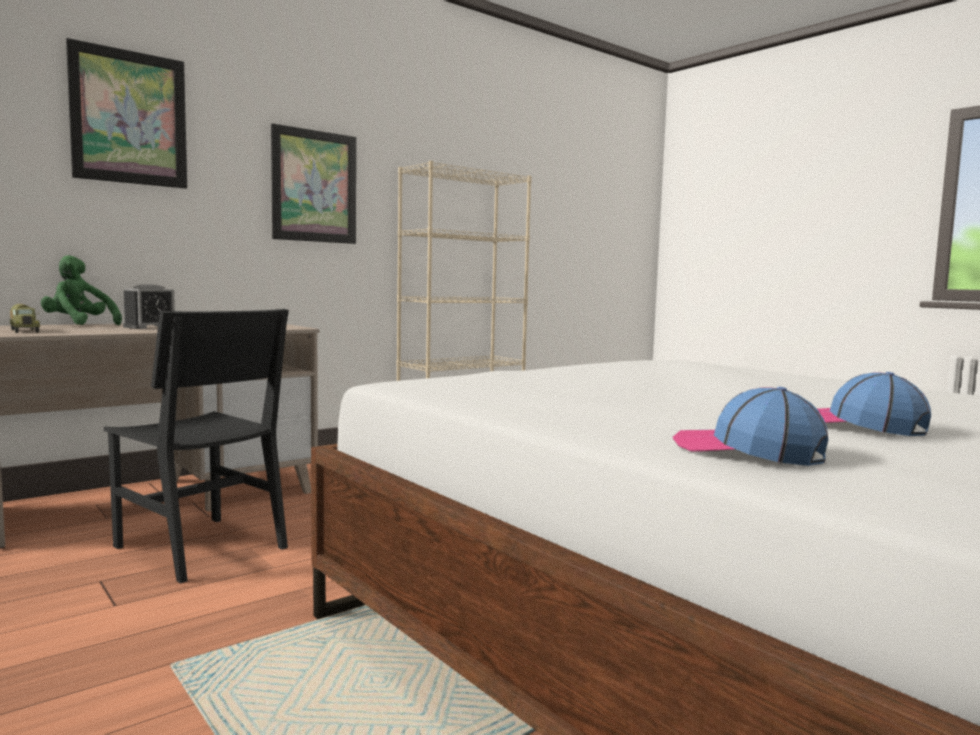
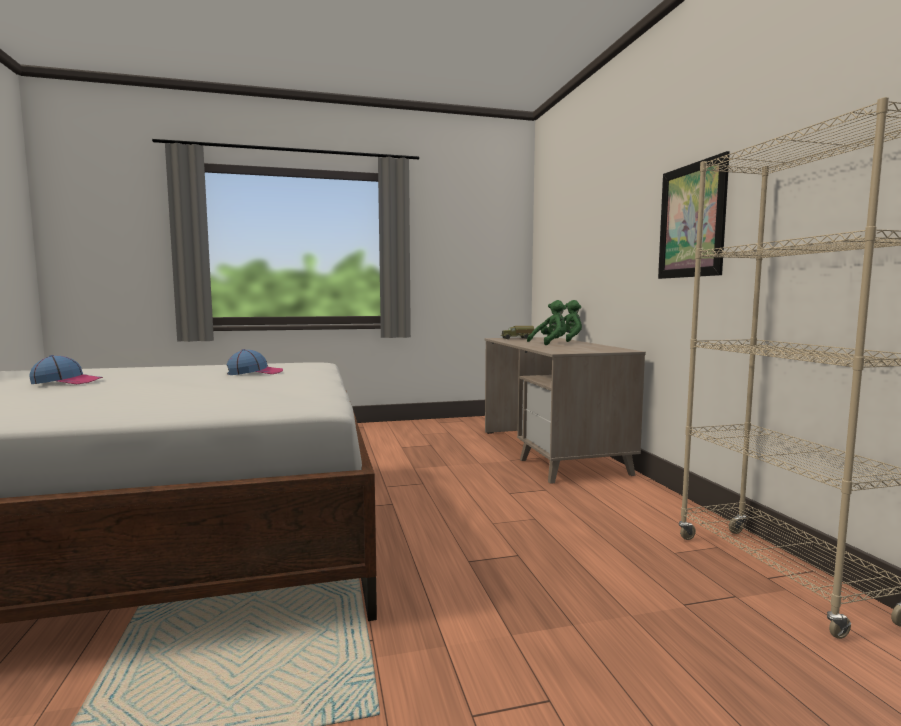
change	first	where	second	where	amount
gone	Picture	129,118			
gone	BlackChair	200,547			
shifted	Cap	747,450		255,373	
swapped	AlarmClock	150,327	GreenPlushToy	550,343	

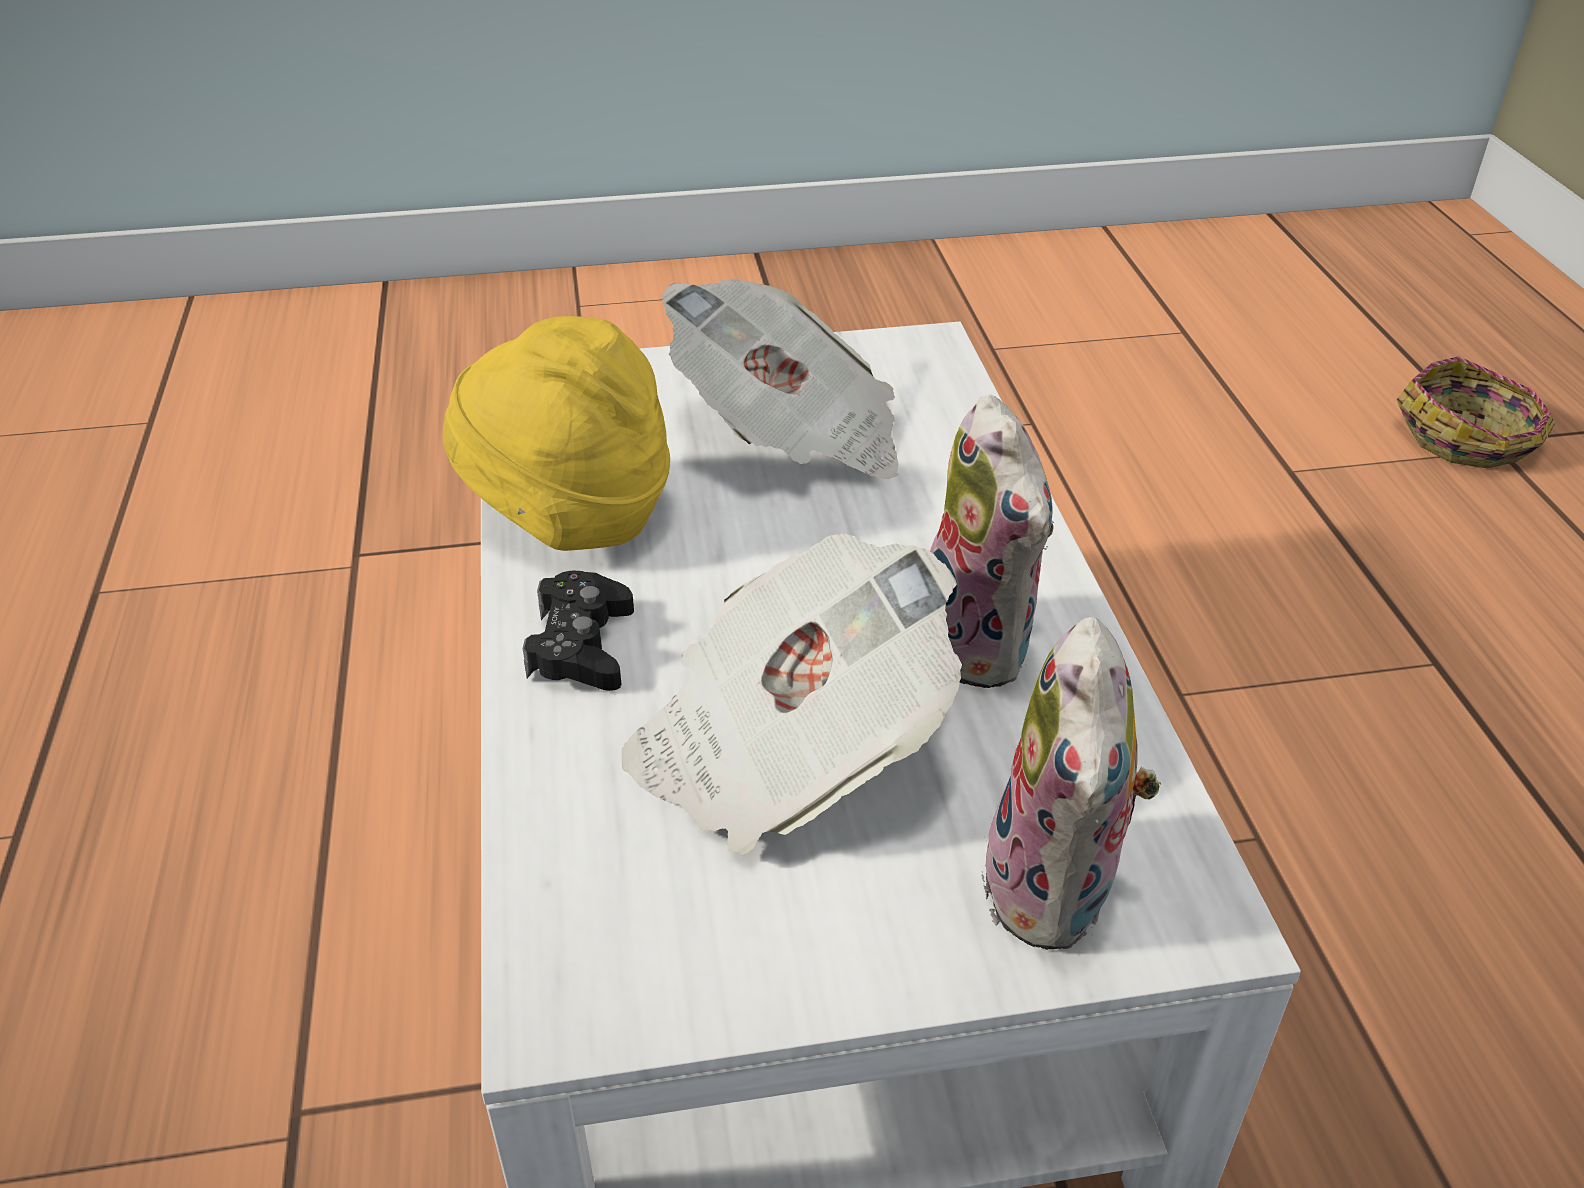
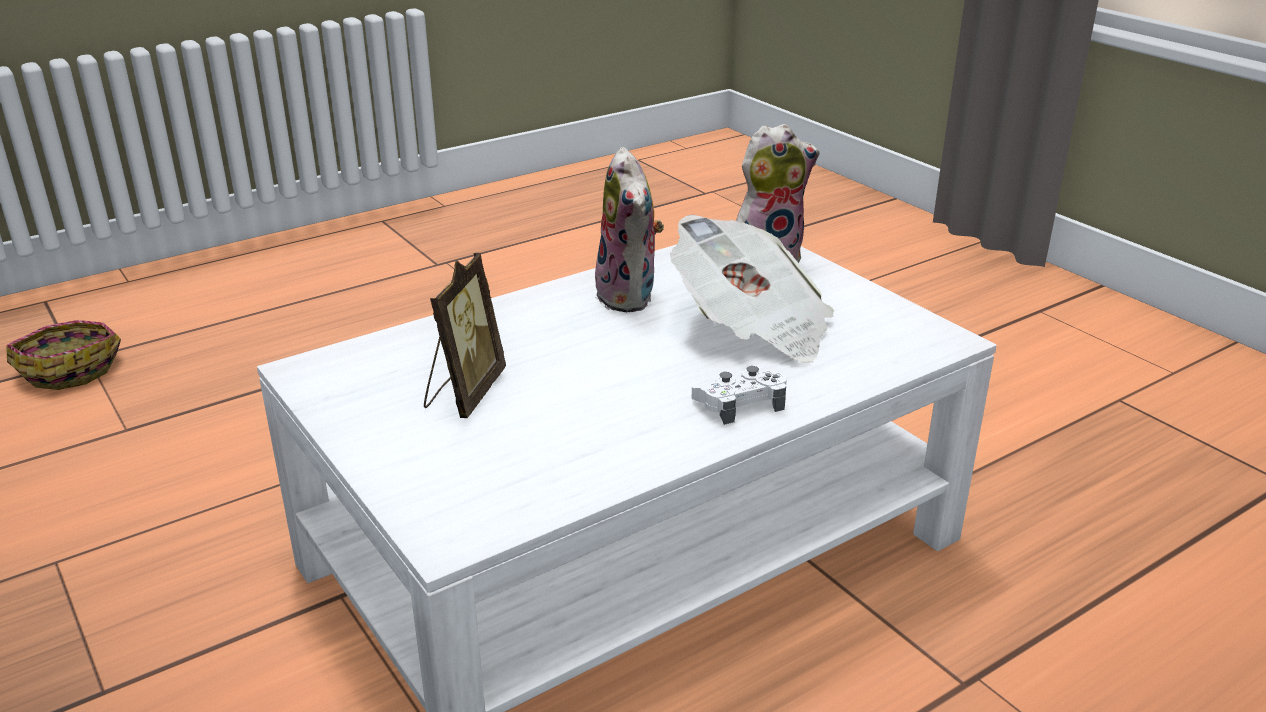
change	first	where	second	where	amount
gone	YellowHat	569,516			
swapped	Newspaper	790,435	PictureFrame	464,393	
repainted	BlackGameController	581,646	WhiteGameController	740,403	
rotated	PlushToy	983,645		630,297	120 degrees clockwise

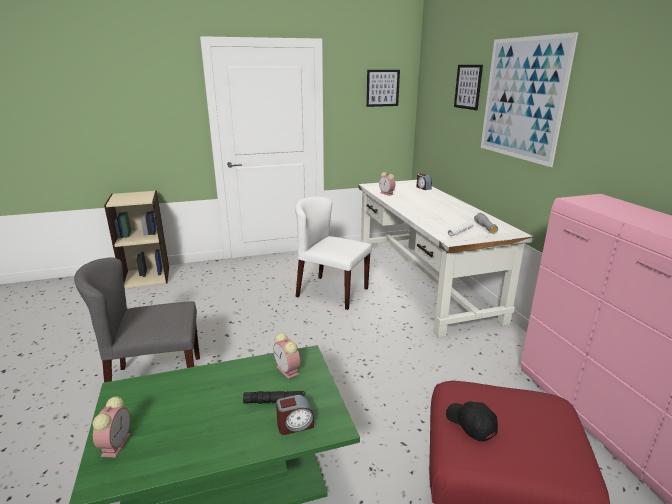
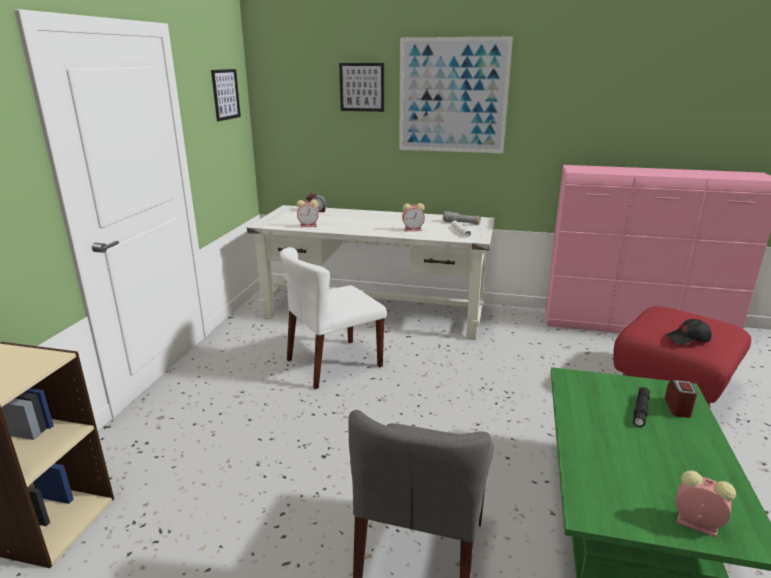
change	first	where	second	where	amount
shifted	AlarmClock	288,371		413,229	

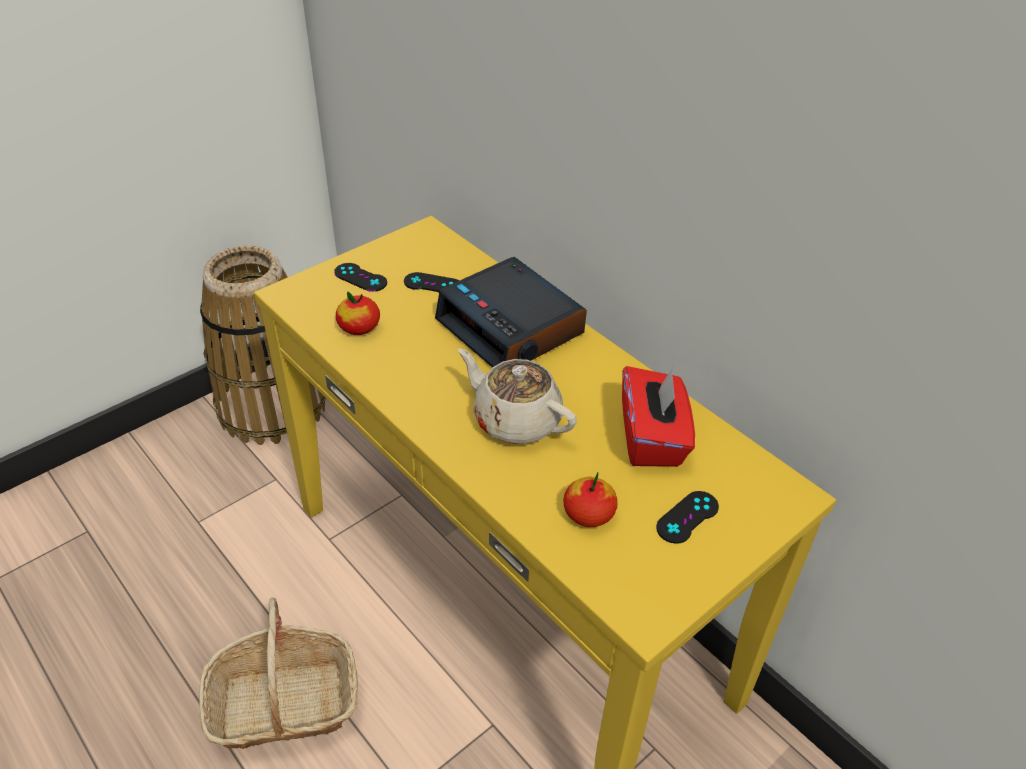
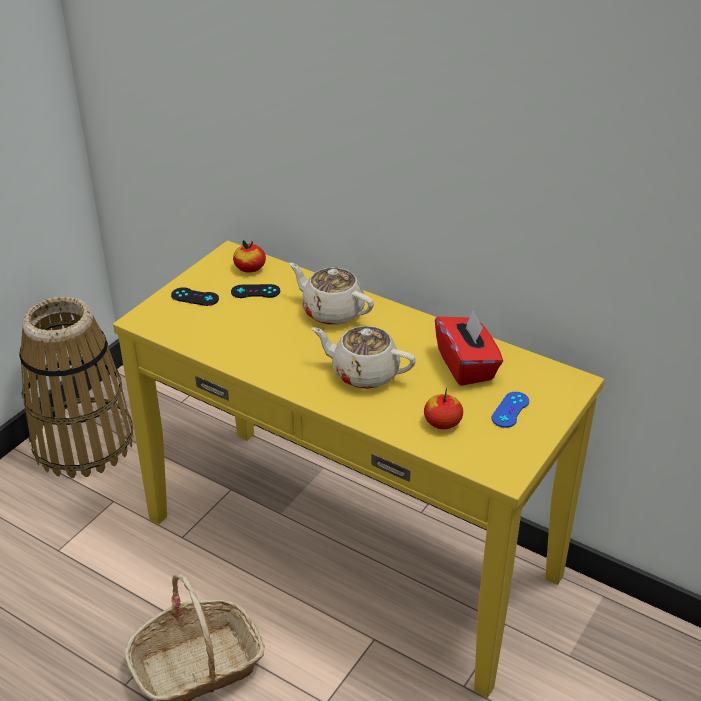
change	first	where	second	where	amount
shifted	Apple	359,327		250,268	
swapped	AlarmClock	511,328	BeigeTeapot	331,311	
repainted	BlackGameController	687,517	BlueGameController	510,410	

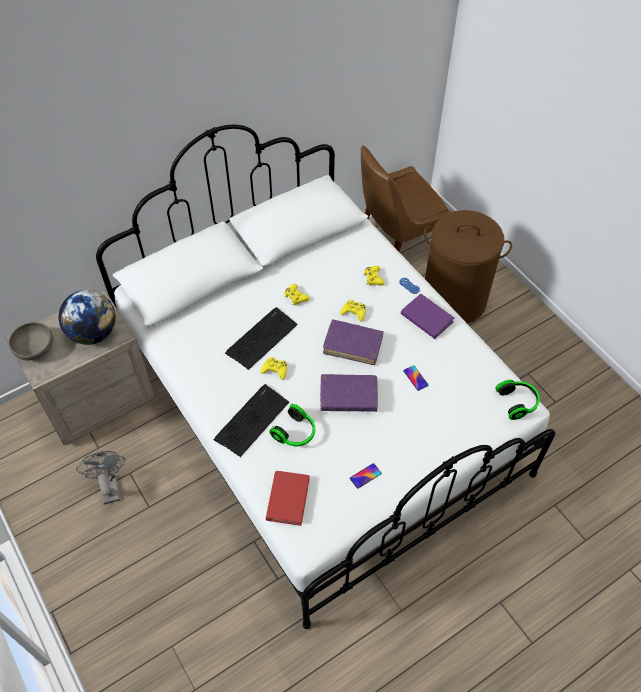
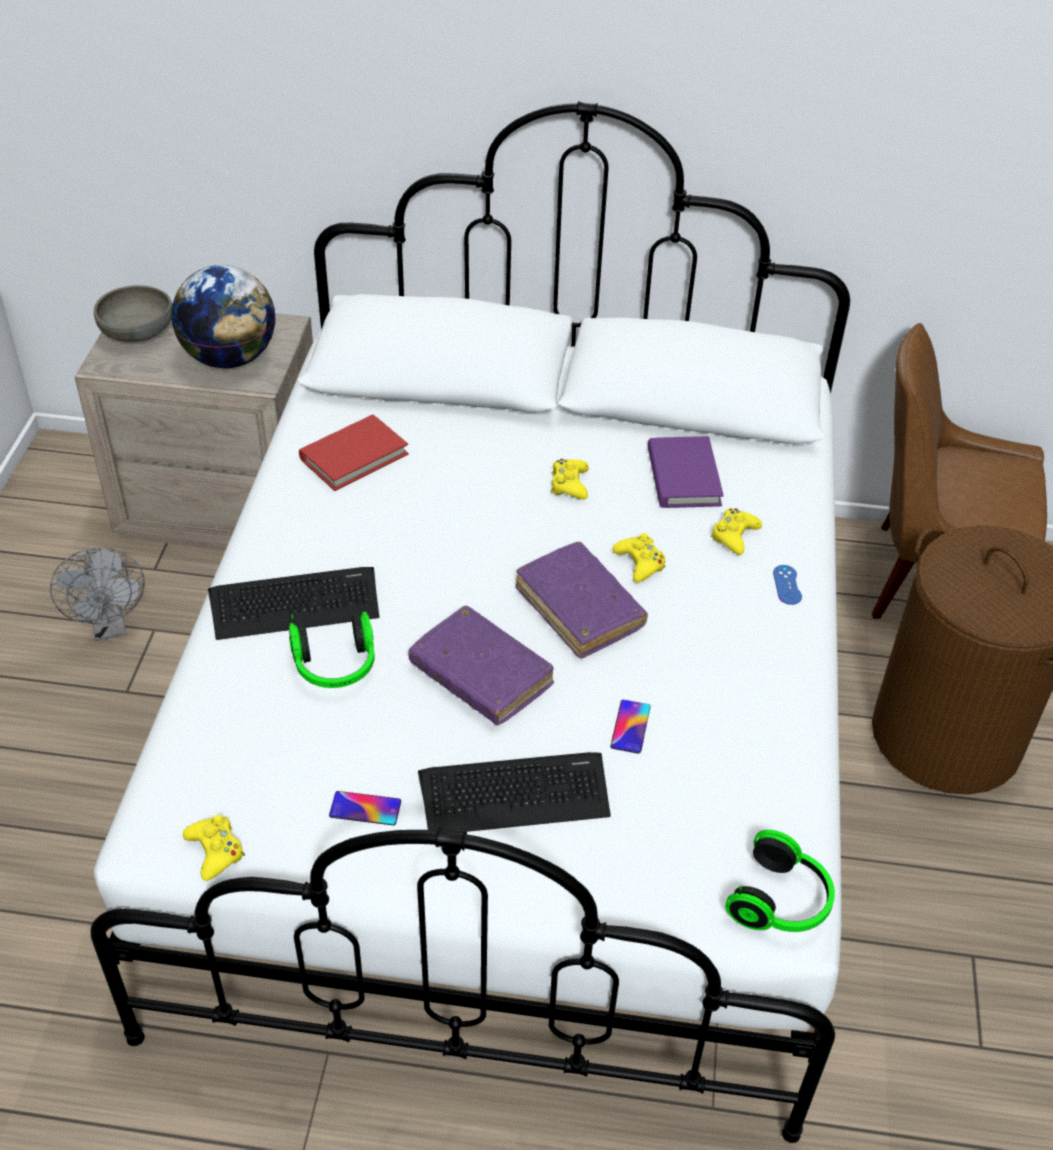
change	first	where	second	where	amount
shifted	Keyboard	261,338		515,794	
shifted	YellowGameController	275,370		215,851	
shifted	RedBook	288,499		354,456	
shifted	PurpleBook	426,318		683,477	
rotated	GreyFan	109,486		110,627	135 degrees clockwise

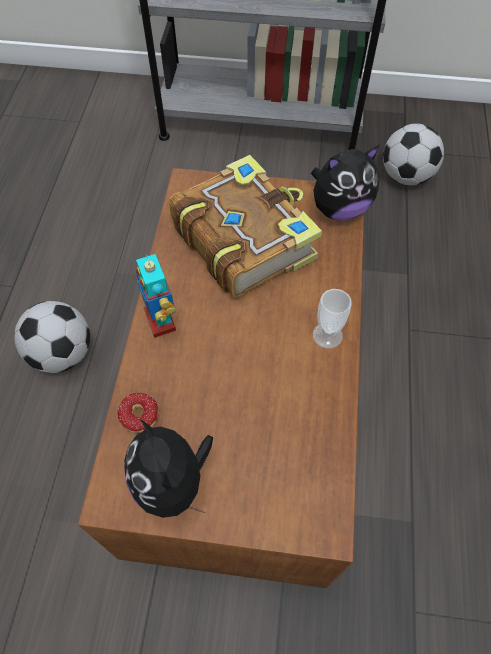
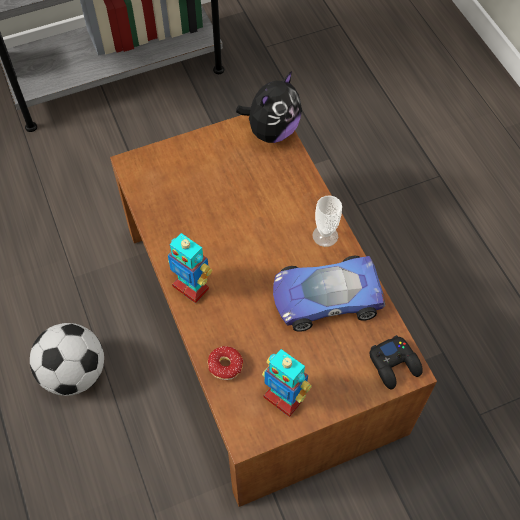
change	first	where	second	where	amount
gone	Book	243,239			
gone	Football	406,176			
new			ToyCar	325,297	
new			BlackGameController	394,364	
swapped	PlushToy	173,482	ToyRobot	284,398	

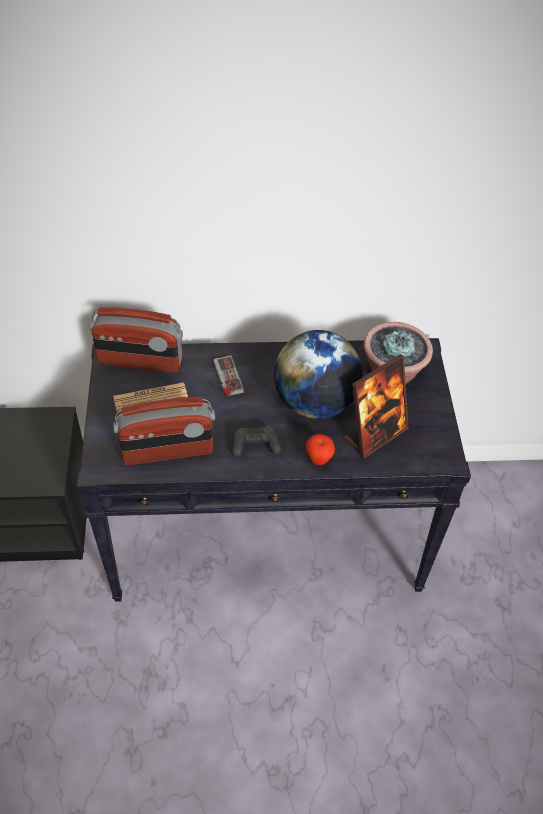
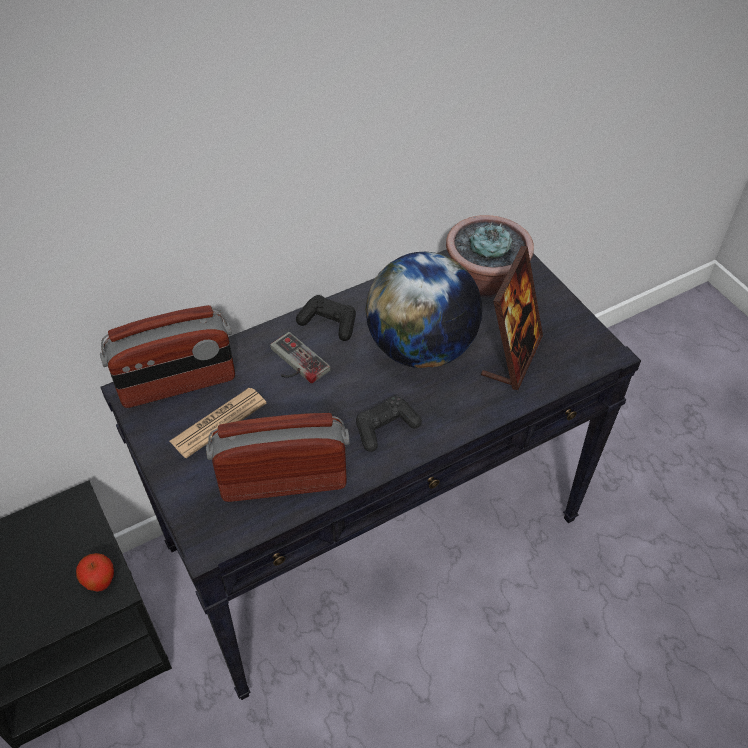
change	first	where	second	where	amount
new			BlackGameController	329,323	
shifted	Apple	318,459		101,582	
rotated	Radio	168,451		283,480	150 degrees counterclockwise

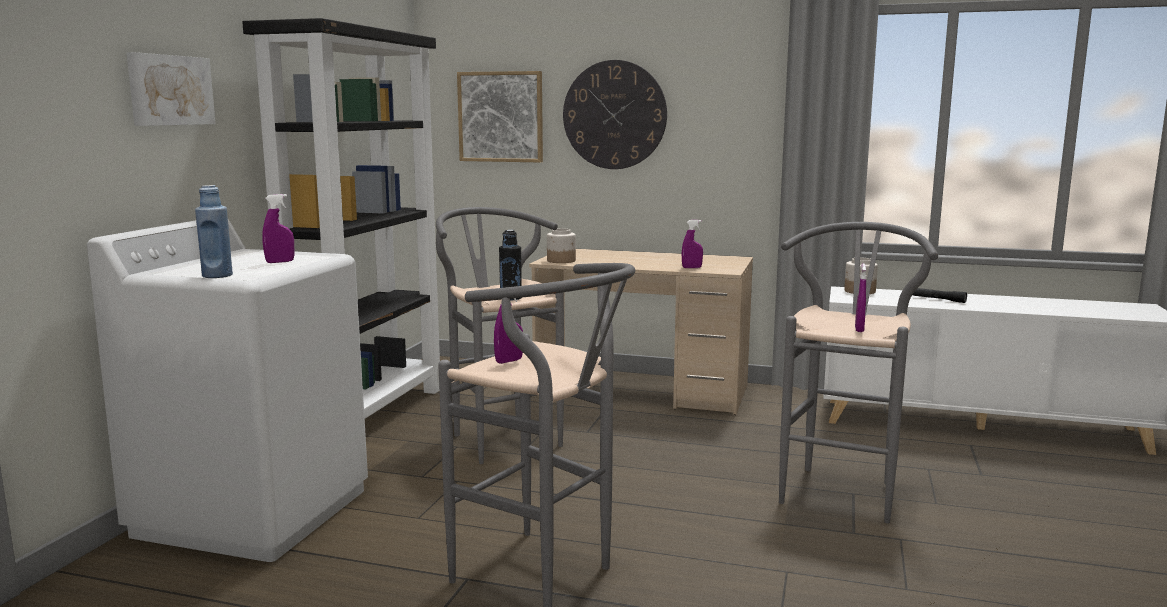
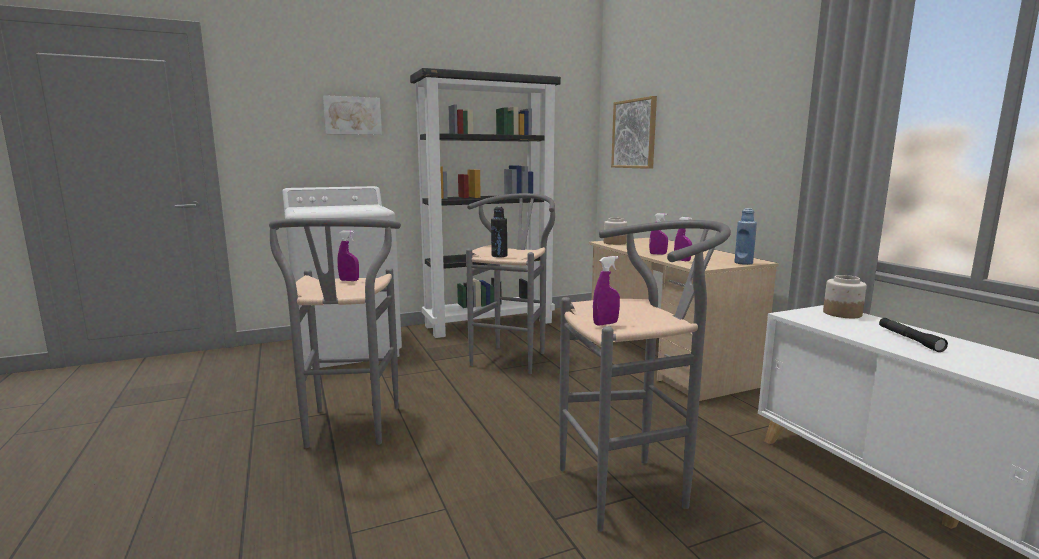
change	first	where	second	where	amount
gone	WallClock	614,115			
shifted	BlueBottle	217,275		743,263	
shifted	PurpleSprayBottle	280,262		658,254	

